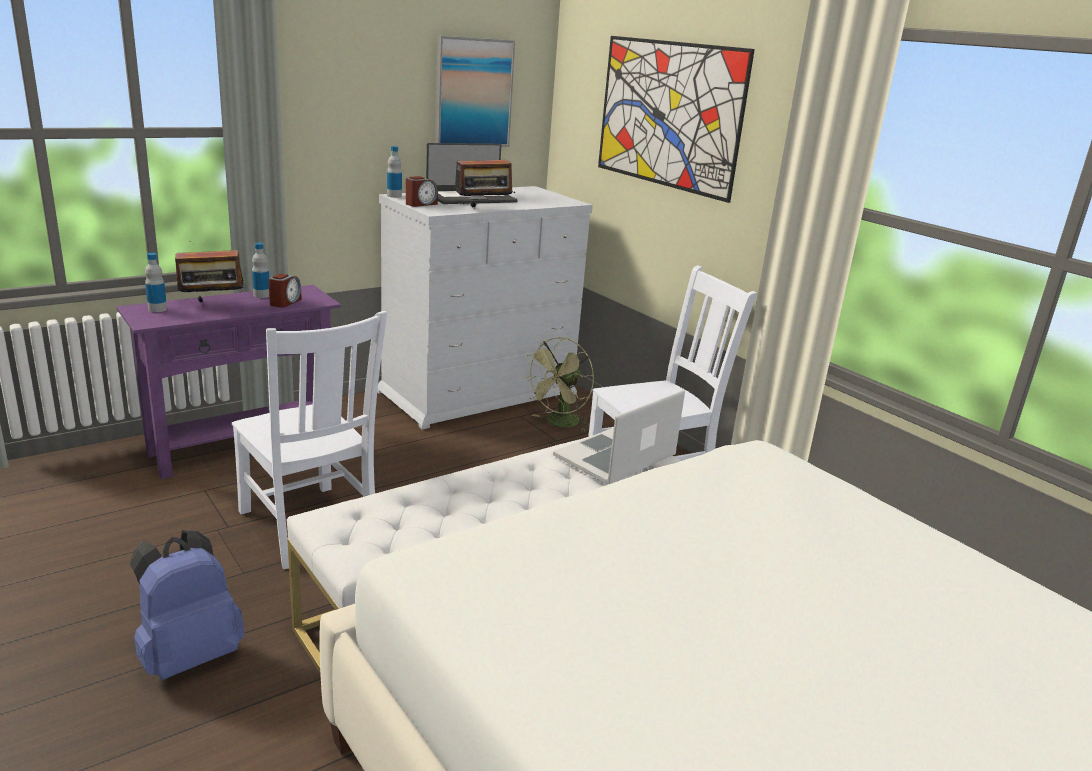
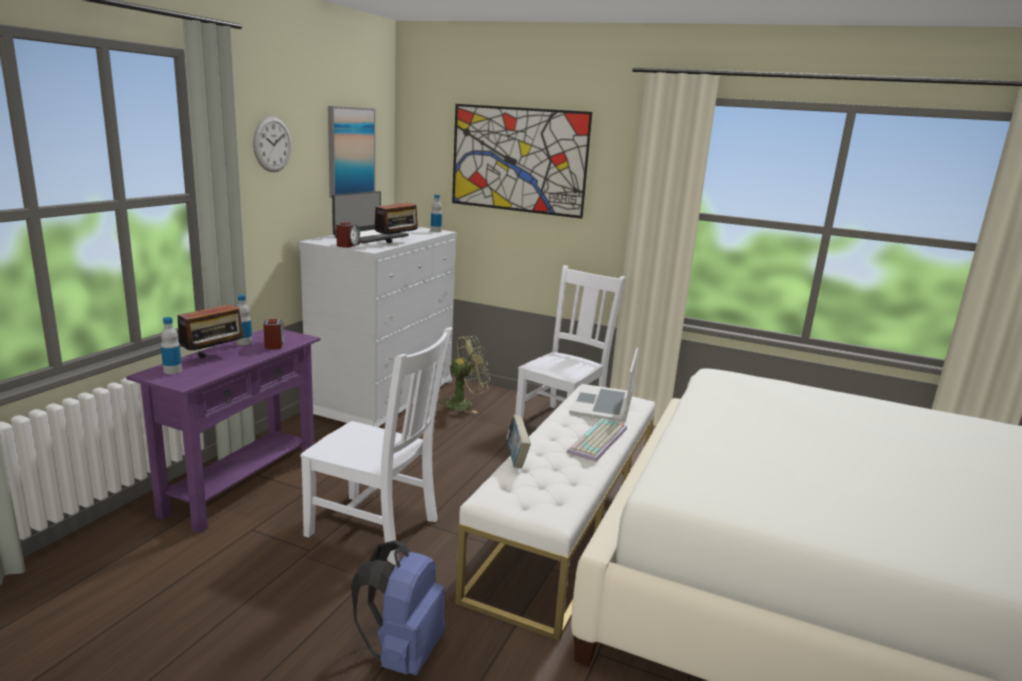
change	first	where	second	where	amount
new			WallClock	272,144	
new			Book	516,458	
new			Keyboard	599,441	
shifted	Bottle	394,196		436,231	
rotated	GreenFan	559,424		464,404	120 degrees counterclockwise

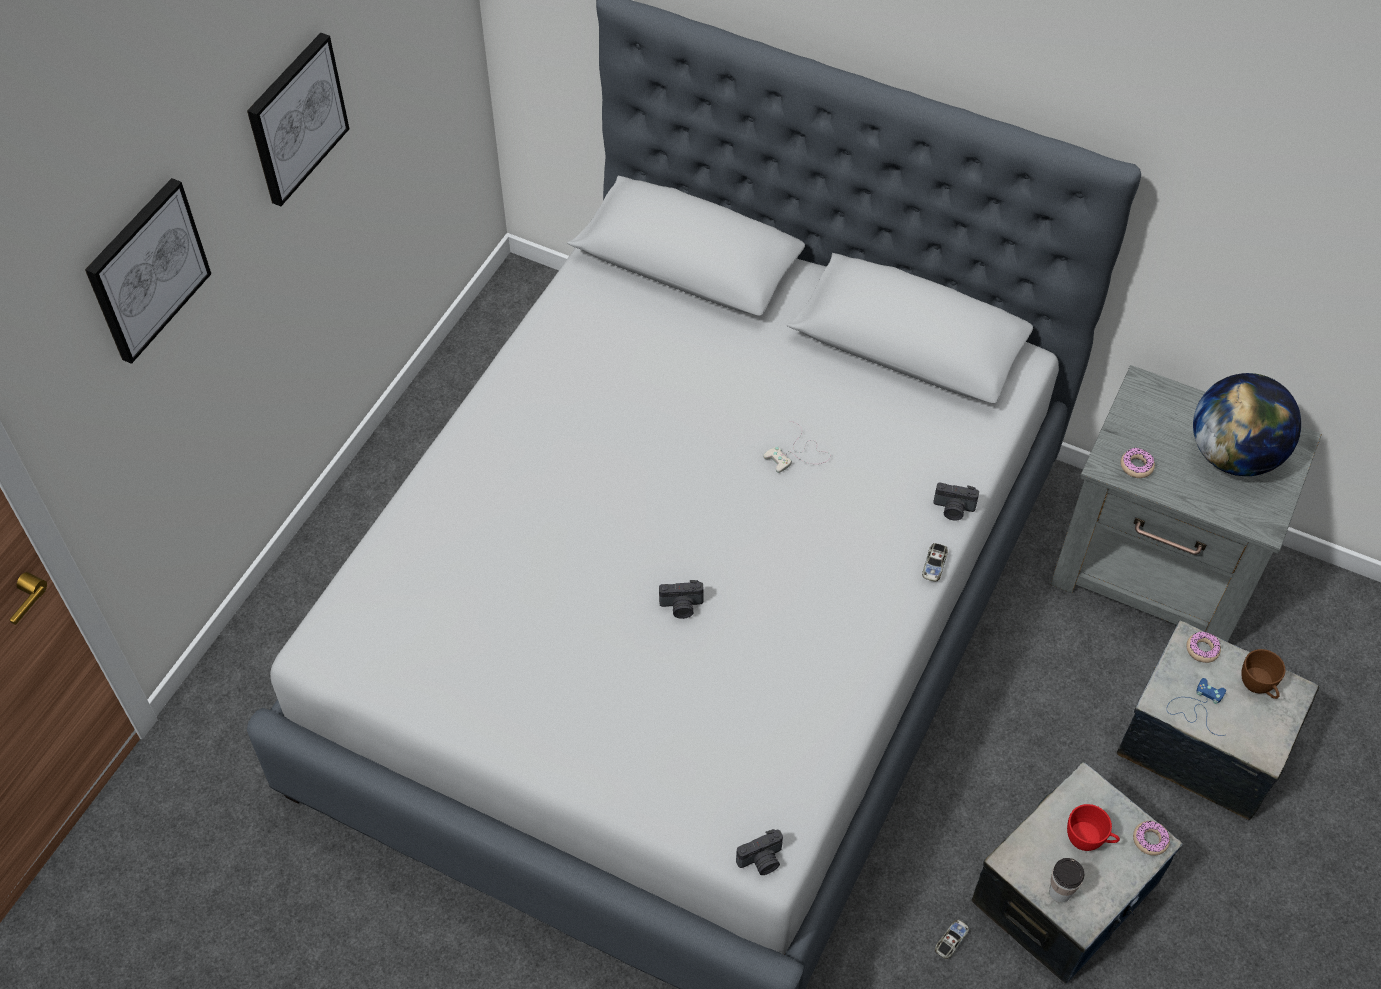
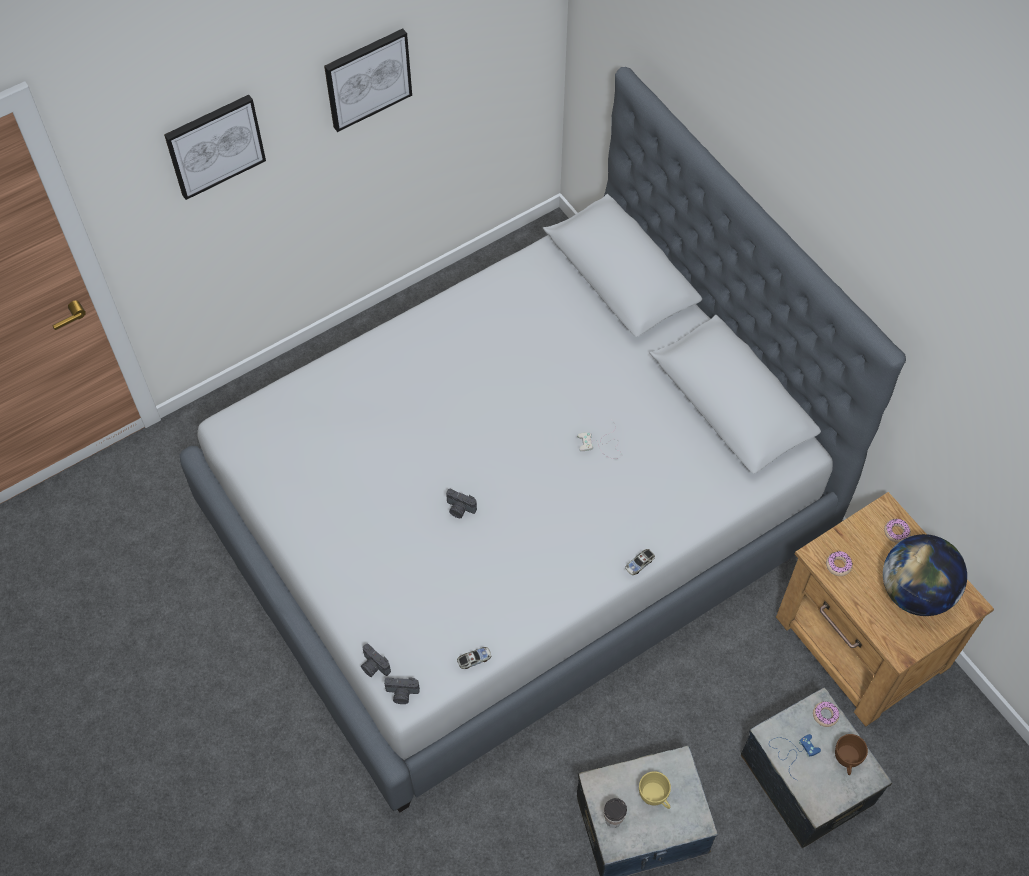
change	first	where	second	where	amount
shifted	PhotoCamera	953,509		373,667	
shifted	ToyCar	951,941		474,659	
shifted	Donut	1150,840		896,532	
repainted	GreyNightstand	1158,568	BrownNightstand	862,645	
repainted	RedCup	1088,840	YellowCup	655,797	

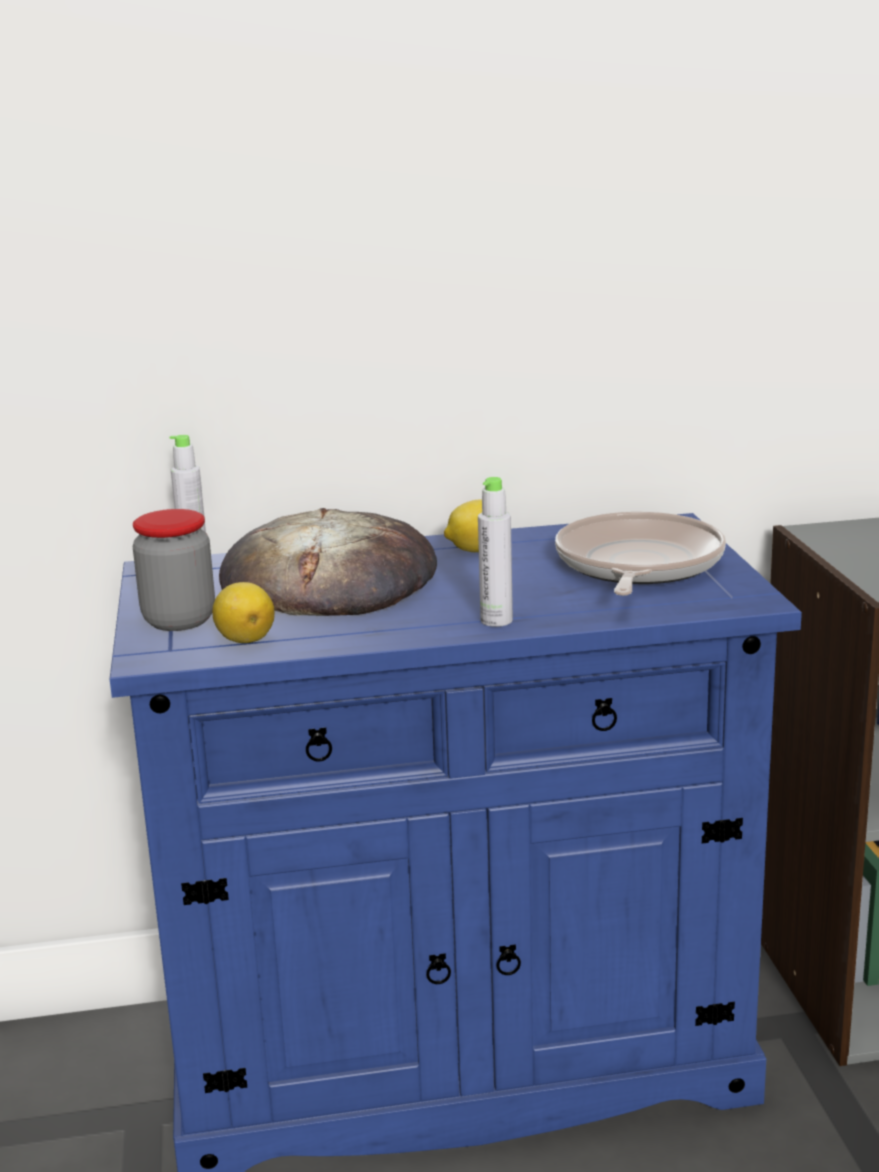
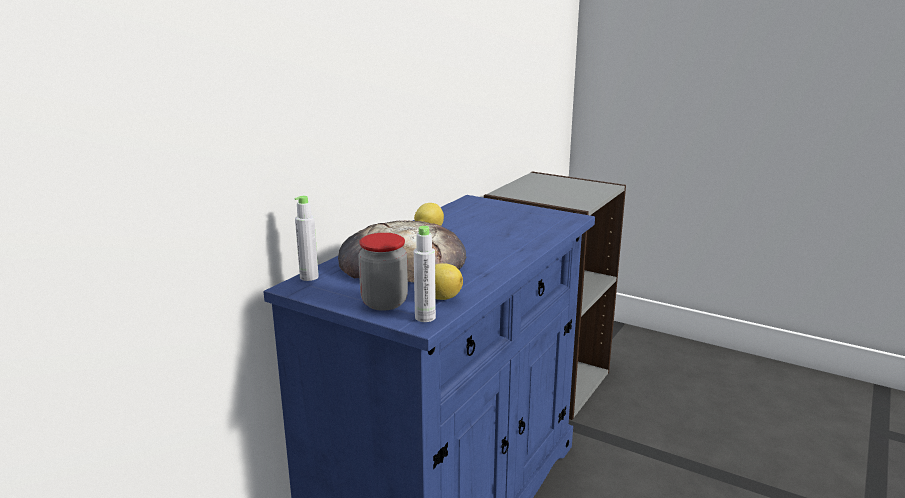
change	first	where	second	where	amount
gone	FryingPan	637,566			
shifted	GreyBottle	496,620		425,317	

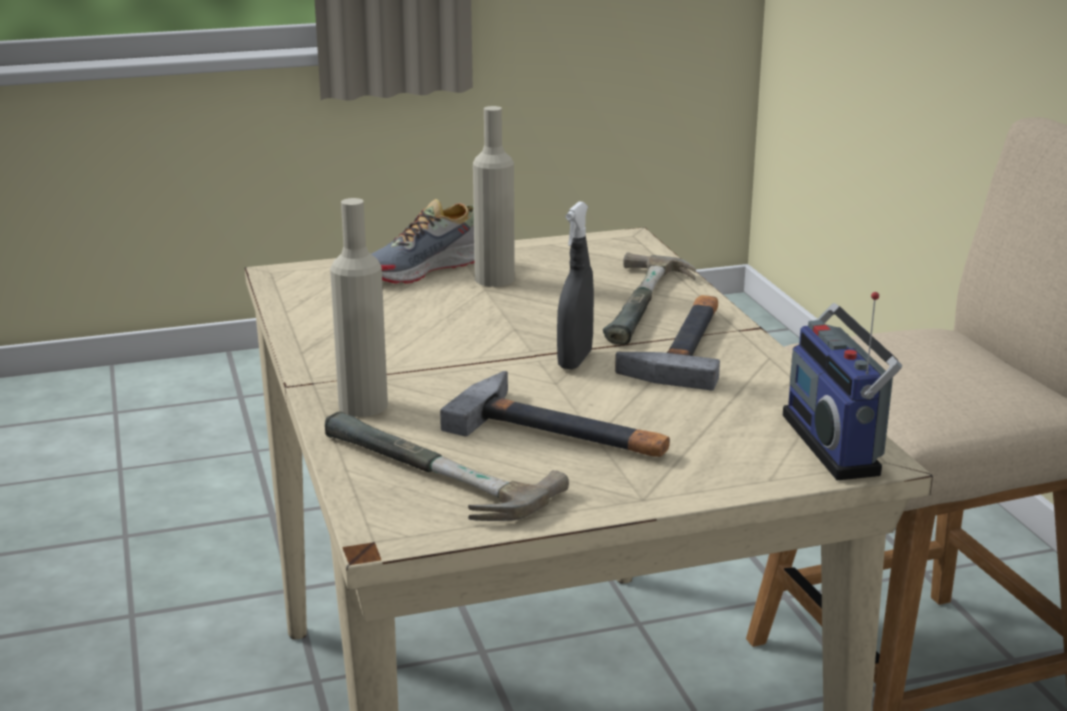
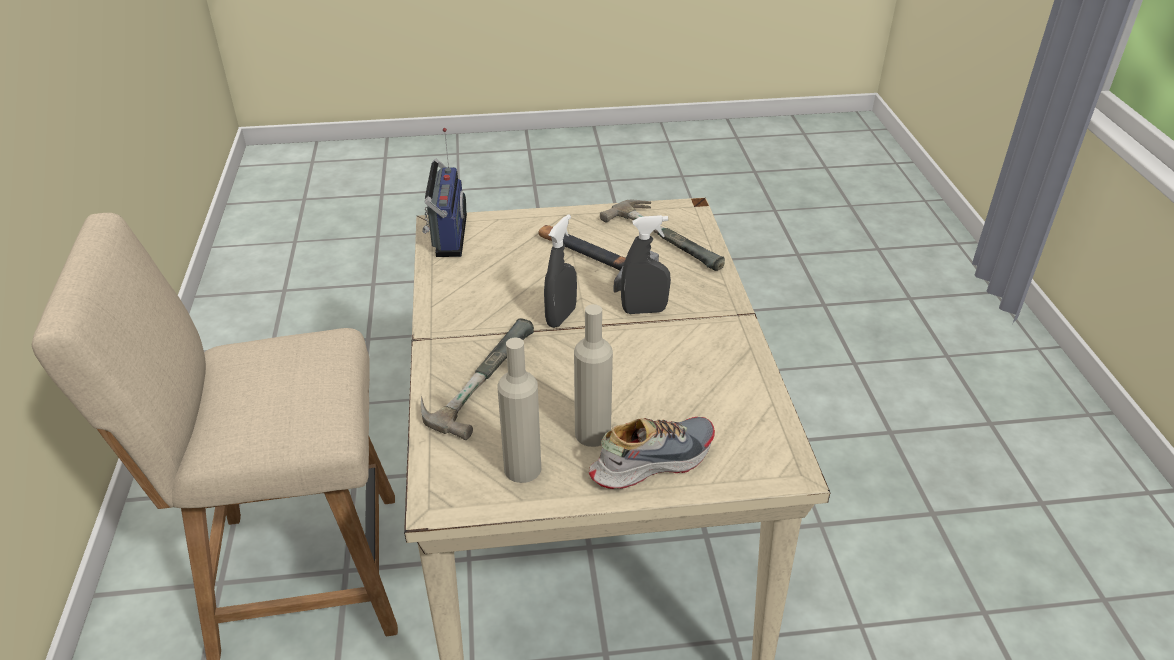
change	first	where	second	where	amount
gone	Hammer	683,345			
new			GreySprayBottle	644,310	
shifted	BeigeBottle	363,406		522,468	

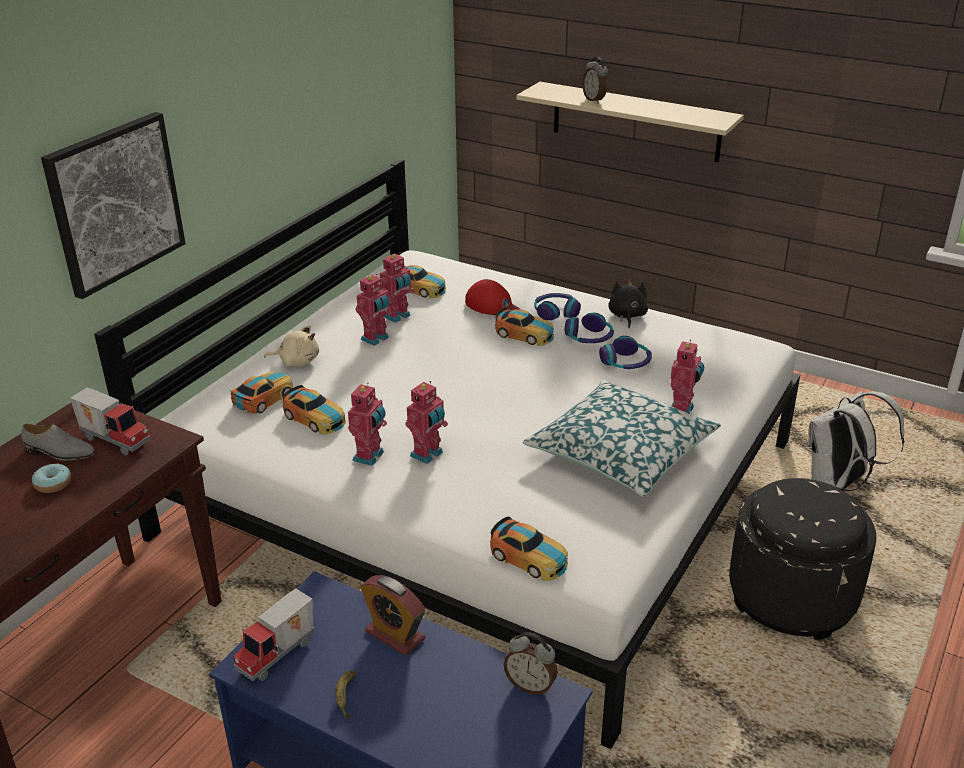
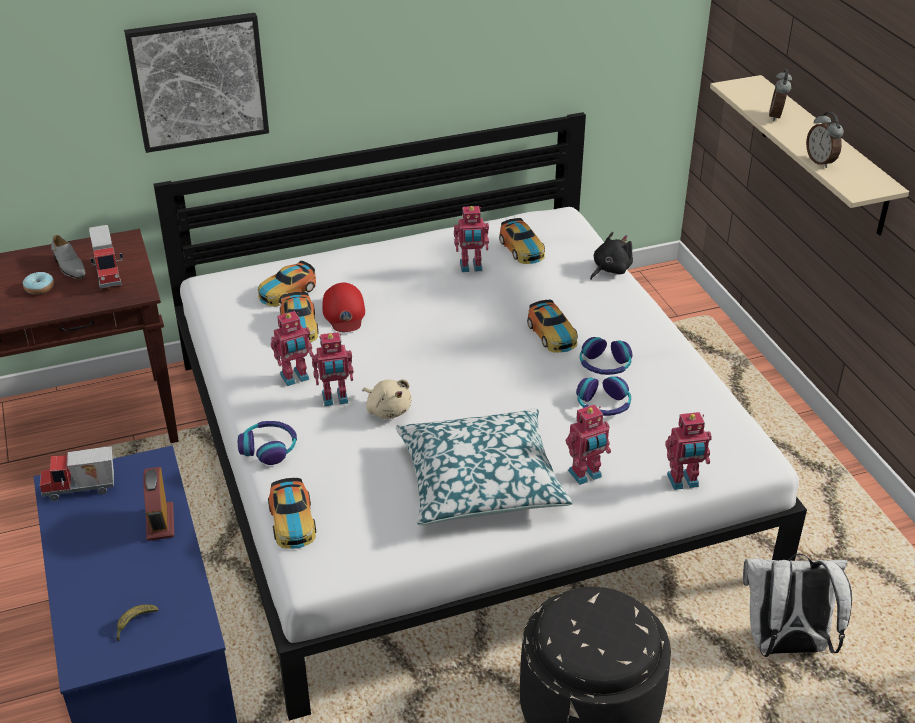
change	first	where	second	where	amount
shifted	BeigePlushToy	297,361		387,410	
shifted	Banana	346,697		134,623	
shifted	ToyRobot	376,339		683,482	
shifted	RedCap	492,305		344,313	
shifted	AlarmClock	530,685		821,161	
shifted	Headphones	556,312		269,448	
shifted	BlackPlushToy	627,316		610,269	
rotated	ToyCar	264,398		287,291	150 degrees clockwise

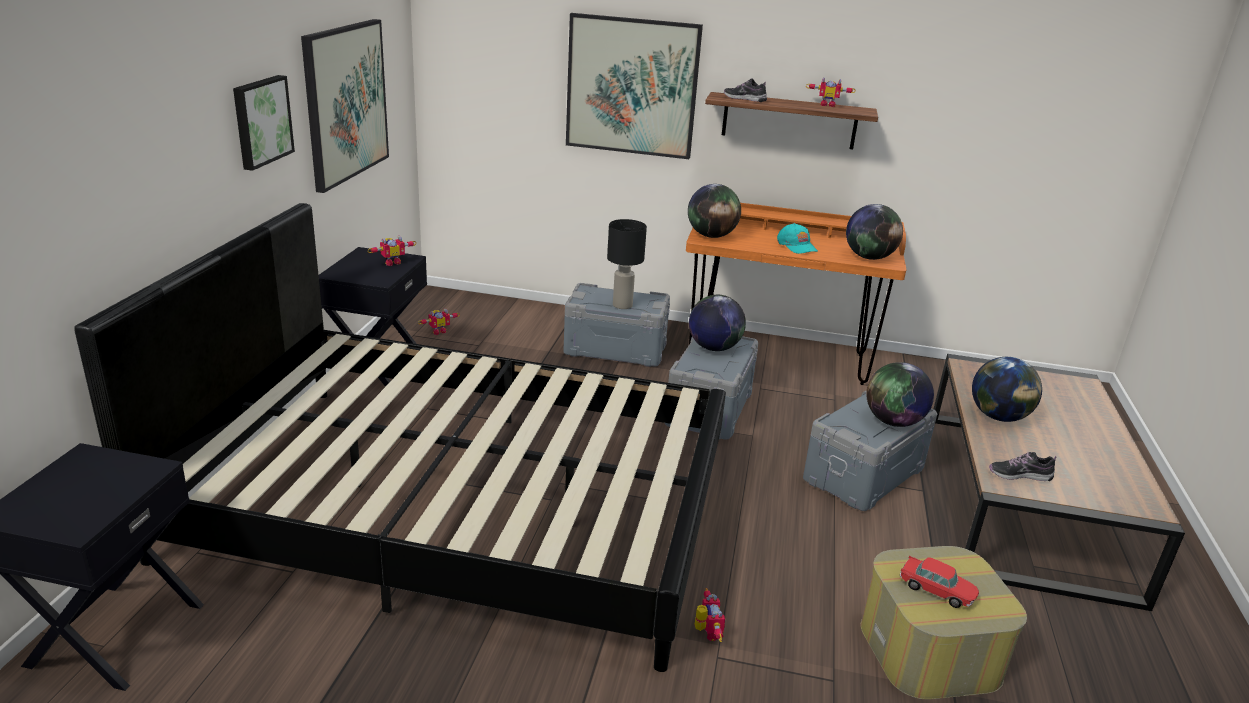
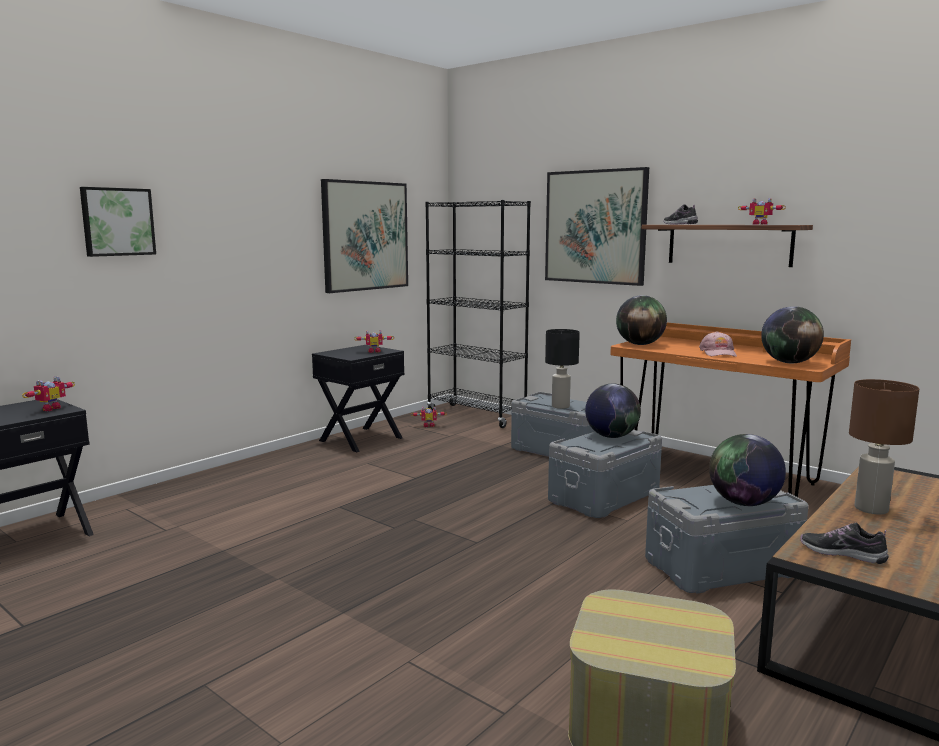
change	first	where	second	where	amount
gone	BlackBed	457,504			
gone	ToyCar	936,590			
new			BlackBookcase	476,416	
shifted	Picture	261,121		117,222	
shifted	ToyRobot	706,633		49,408	
swapped	Globe	998,417	BrownTableLamp	872,509	
repainted	TurquoiseCap	797,246	PinkCap	718,353	

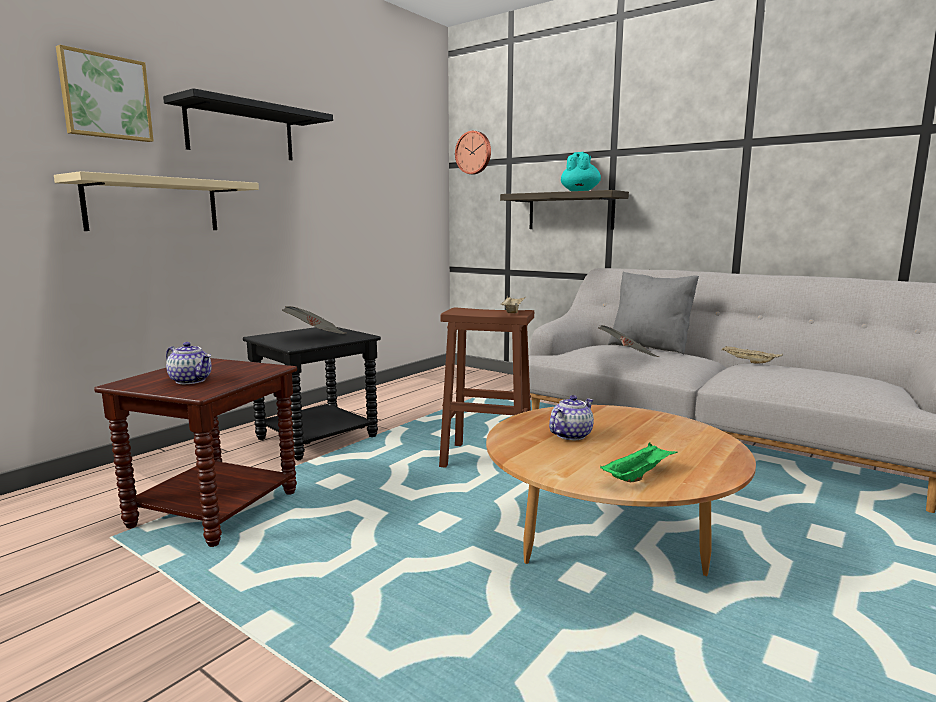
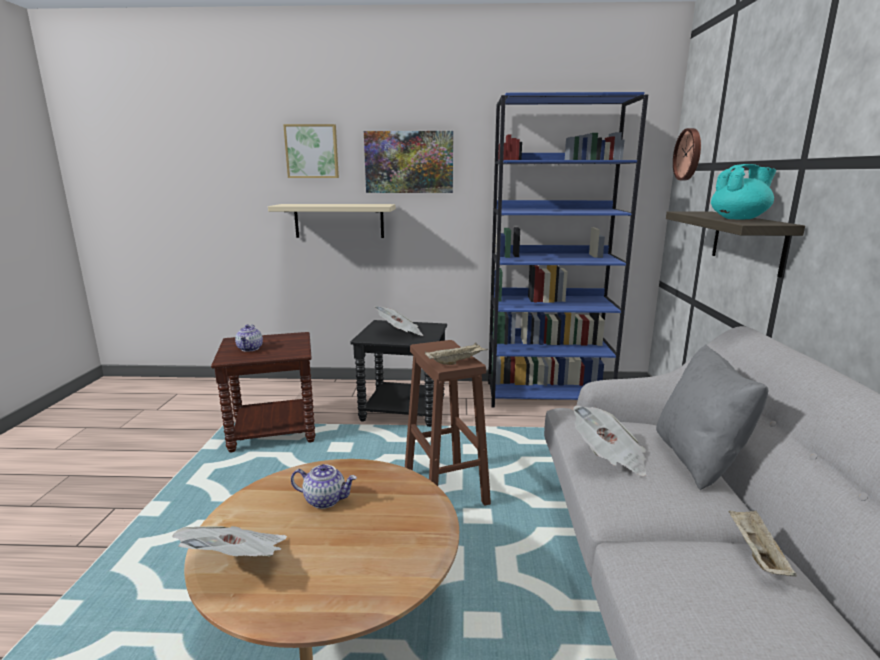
change	first	where	second	where	amount
new			BlueBookcase	548,395	
swapped	BlackShelf	241,132	Picture	409,162	
swapped	GreenTray	638,475	Newspaper	238,562	

